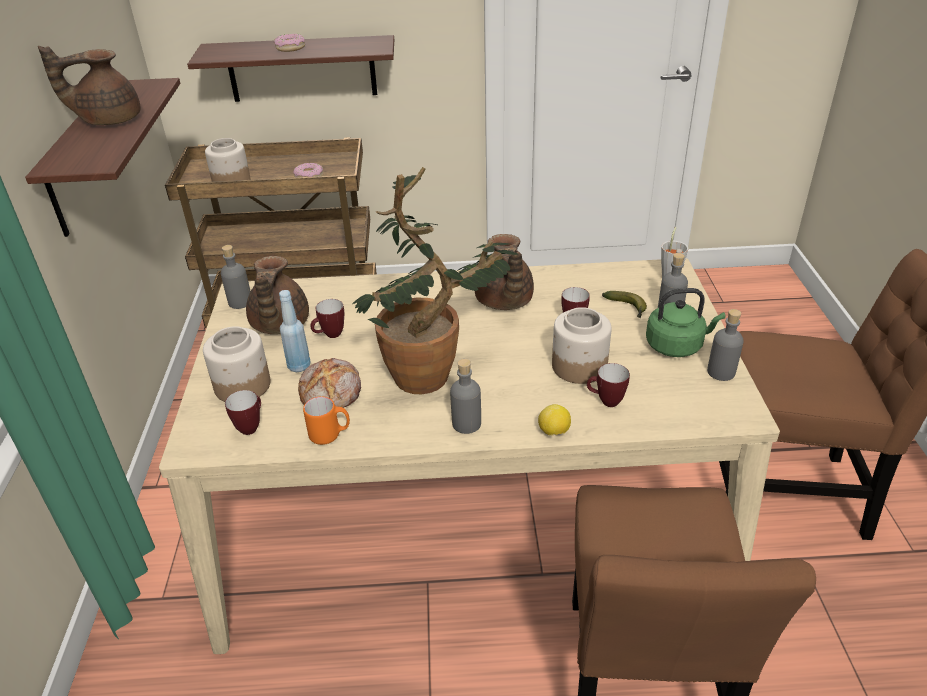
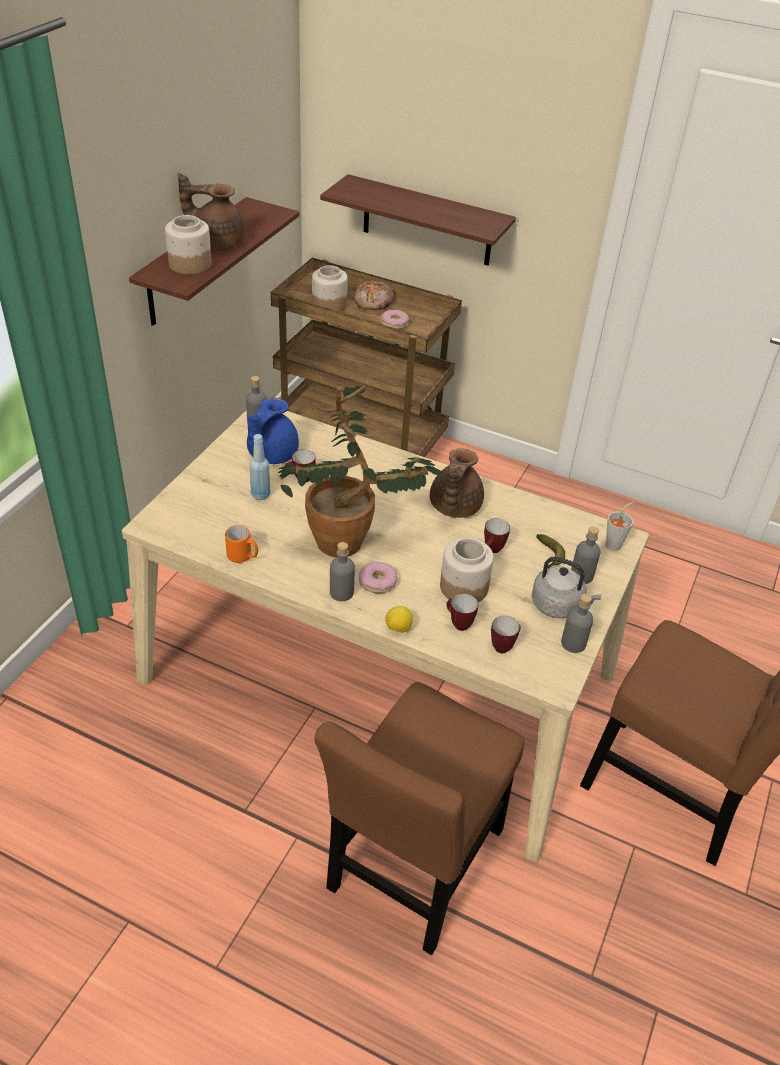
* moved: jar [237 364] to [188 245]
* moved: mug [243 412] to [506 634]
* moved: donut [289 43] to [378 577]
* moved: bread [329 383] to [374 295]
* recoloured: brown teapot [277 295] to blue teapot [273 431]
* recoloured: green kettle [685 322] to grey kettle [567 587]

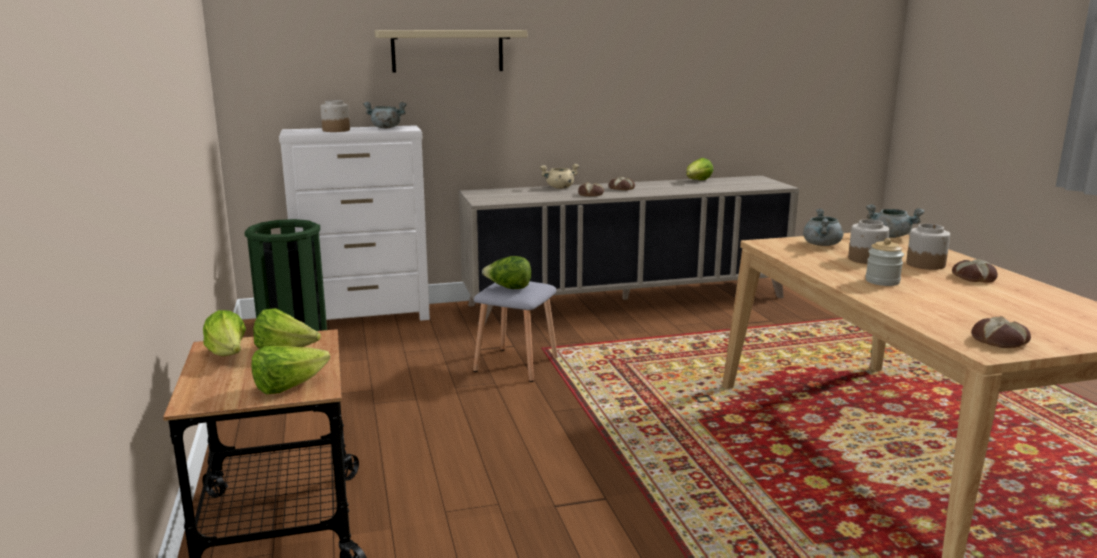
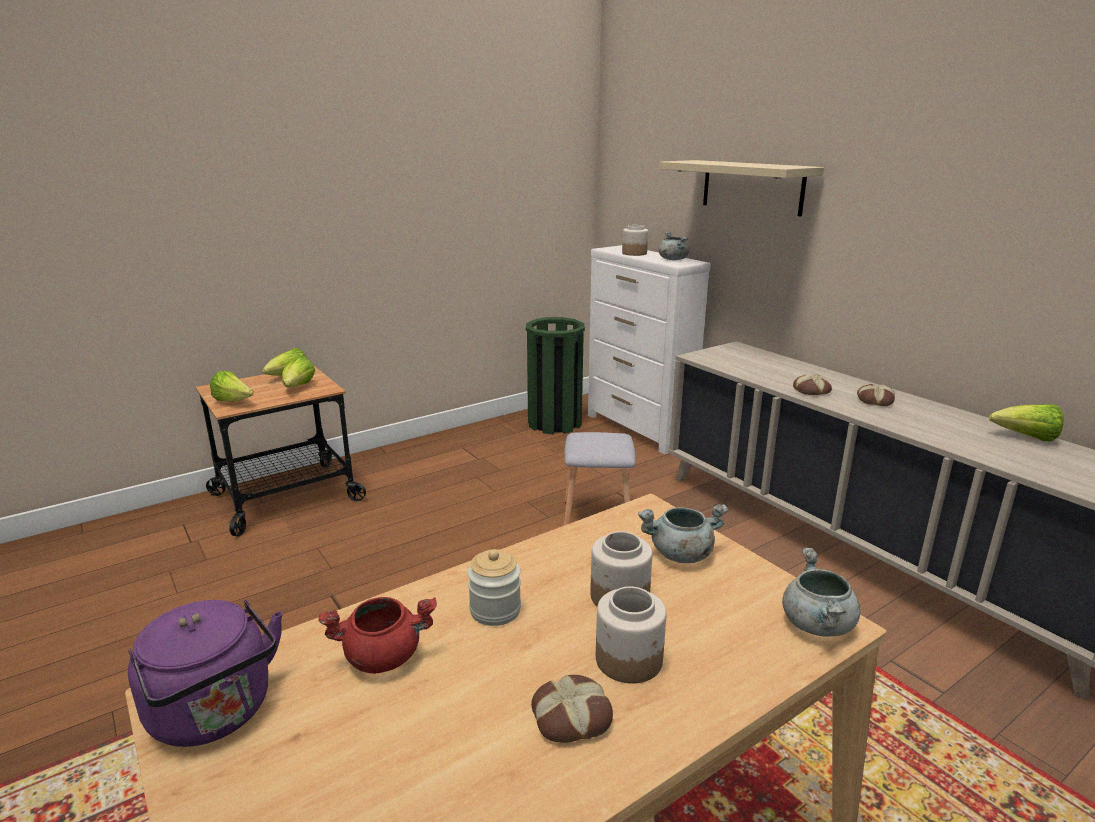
* removed: lettuce [506 272]
* removed: beige cooking pot [559 176]
* added: red cooking pot [377 635]
* replaced: bread [1001 332] to purple kettle [205 673]

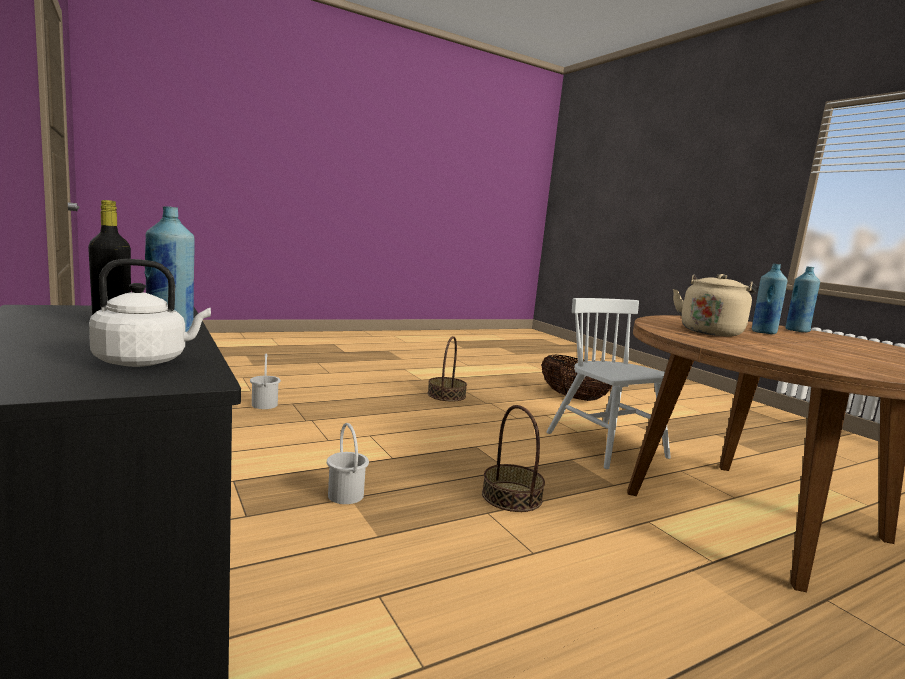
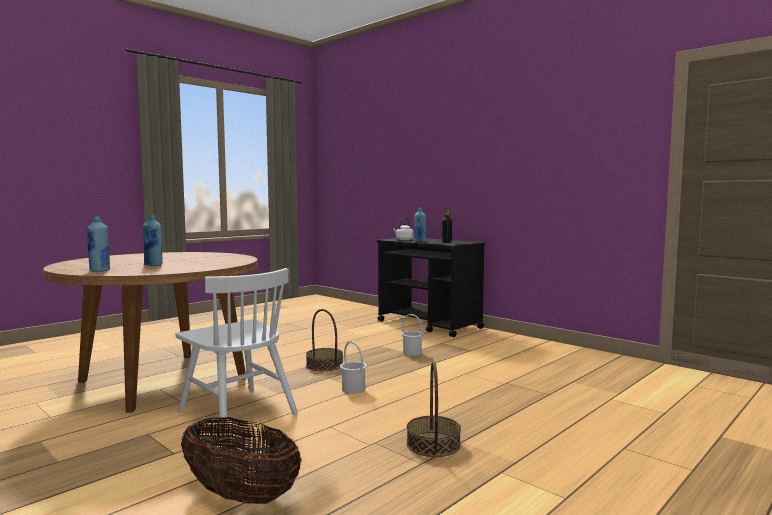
* removed: beige kettle [715 305]
* moved: white bucket [265 381] to [353 367]

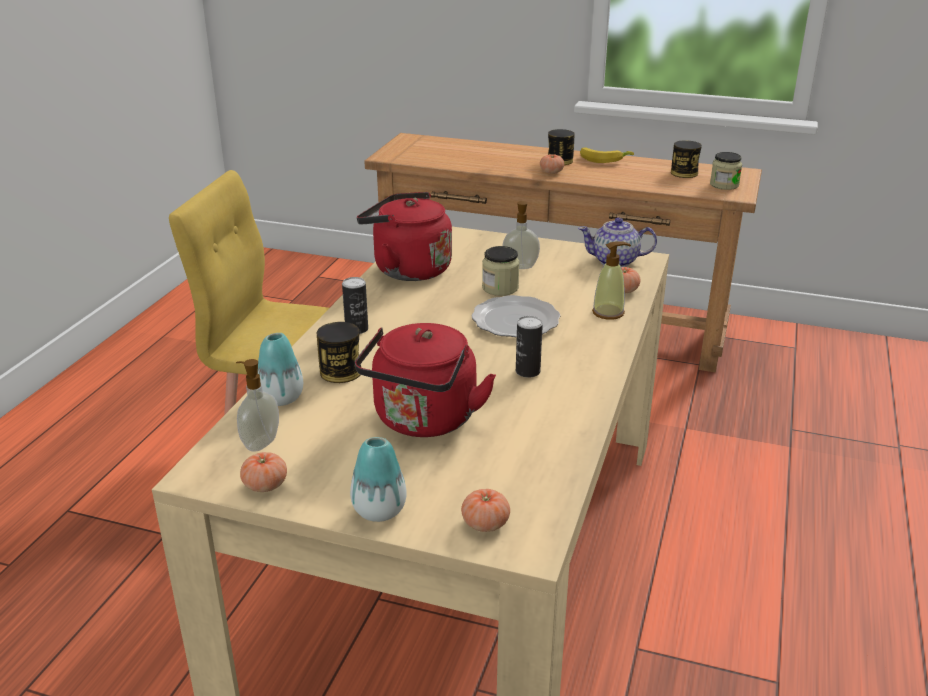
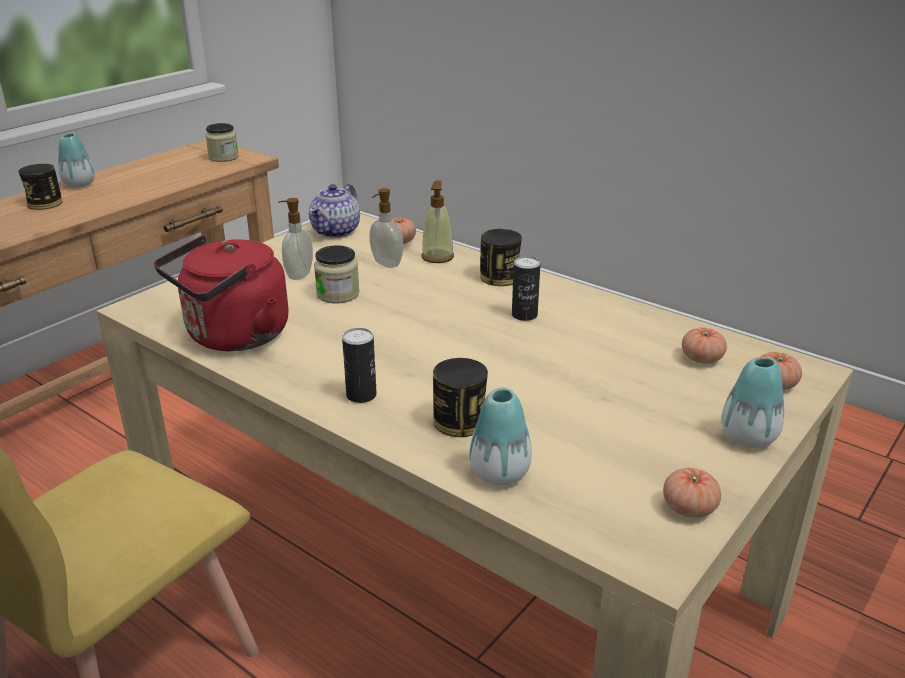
* removed: red kettle [425 380]
* removed: plate [515 316]
* moved: soap dispenser [257 405] to [386 228]
* moved: tomato [552 164] to [704 345]
* moved: can [686 159] to [501 257]
* replaced: banana [607 155] to vase [76 160]

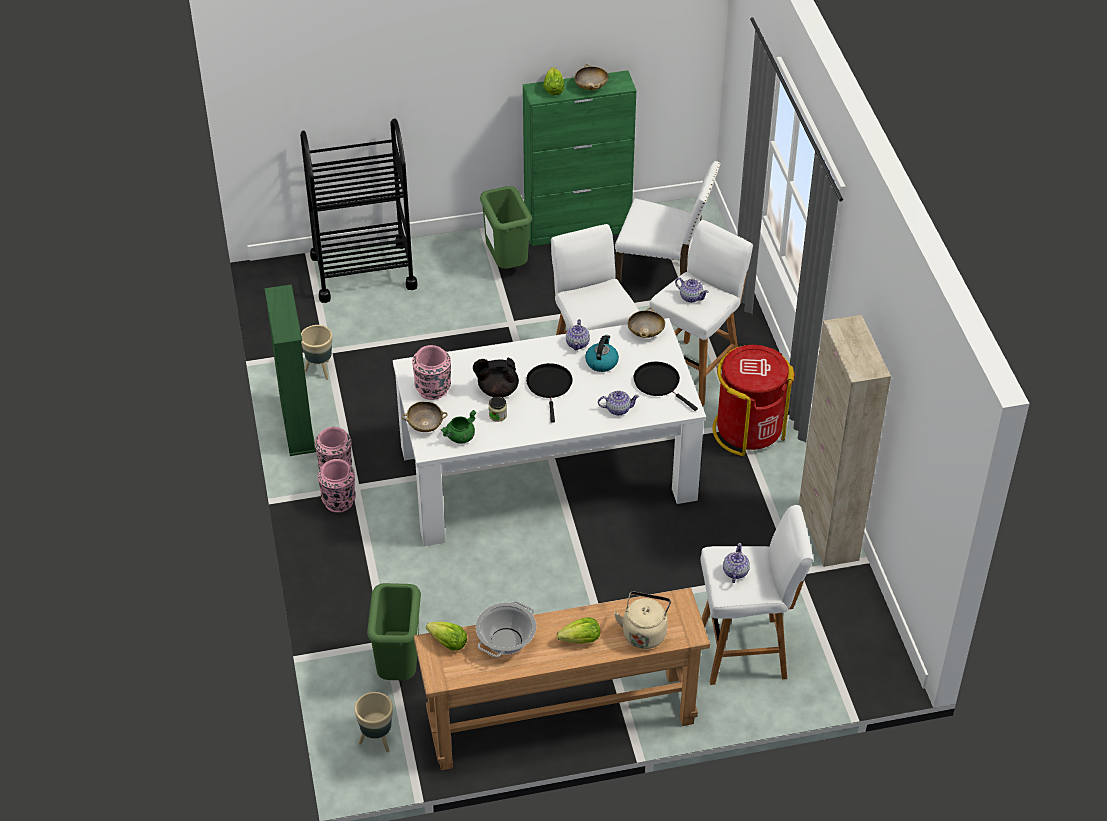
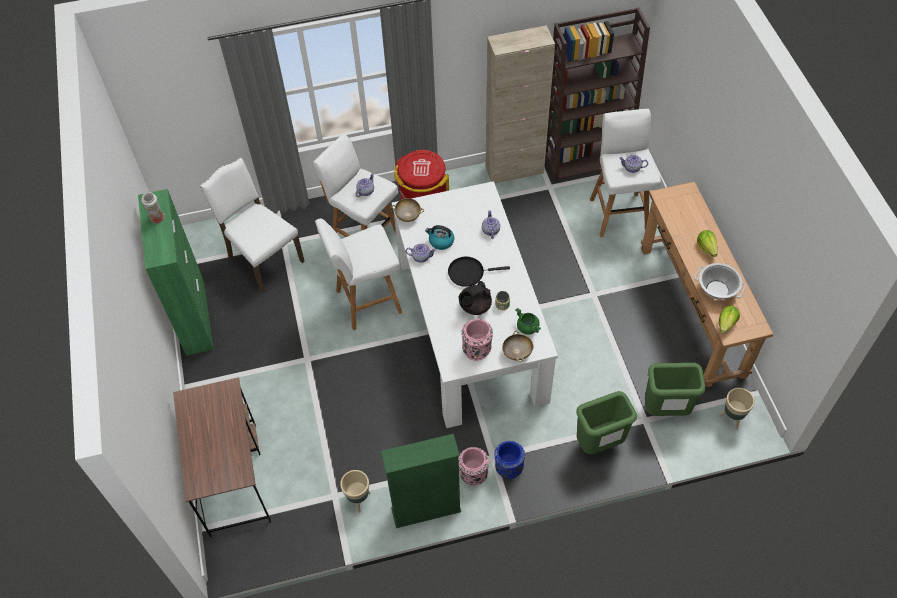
* removed: lettuce [553 81]
* removed: beige kettle [642 620]
* removed: black frying pan [666 386]
* added: brown bookcase [598 94]
* moved: green trash can [506 227] to [606 422]
* replaced: black cart [359 210] to brown desk [222 457]
* replaced: beige bowl [592 77] to white vase [153 207]
* recoloured: pink vase [337 486] to blue vase [509 460]
* turned: black teapot [496 377] = [475 298] 60 degrees clockwise
* turned: white chair [667 222] = [252 226] 60 degrees counterclockwise

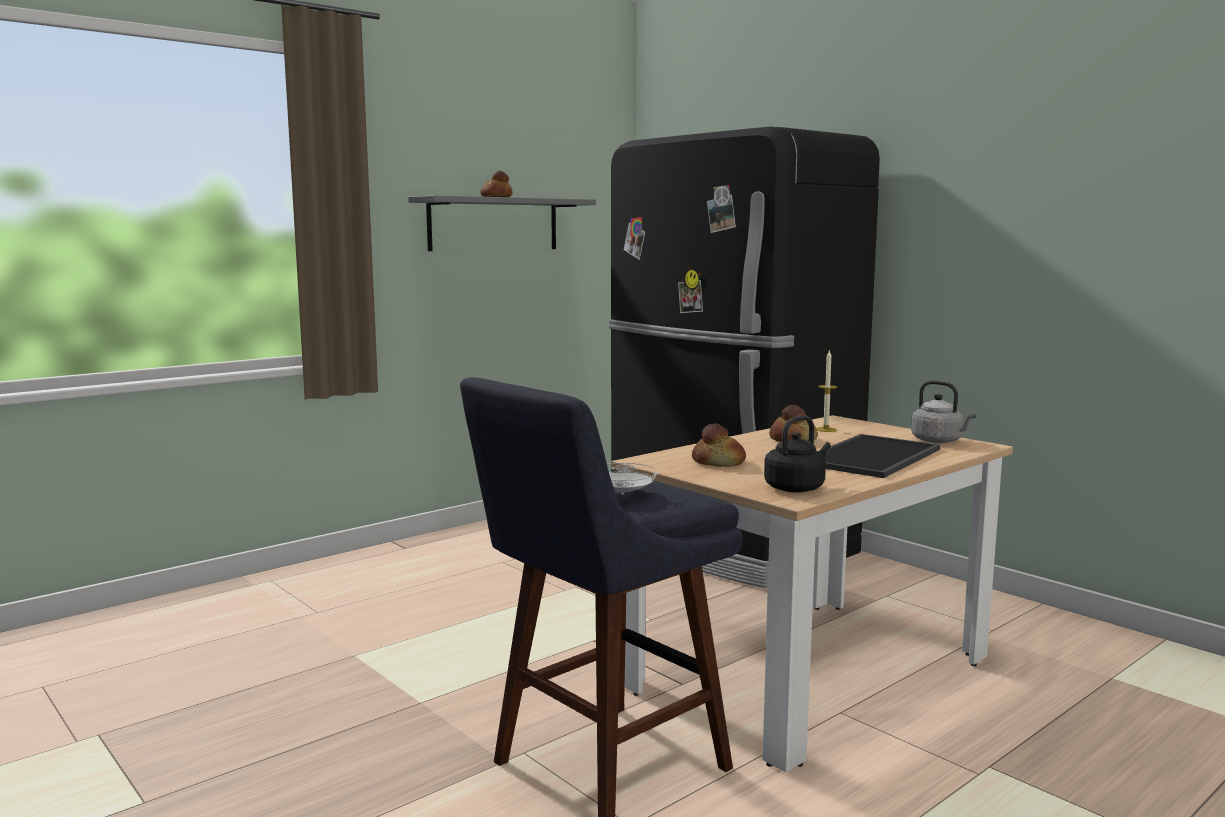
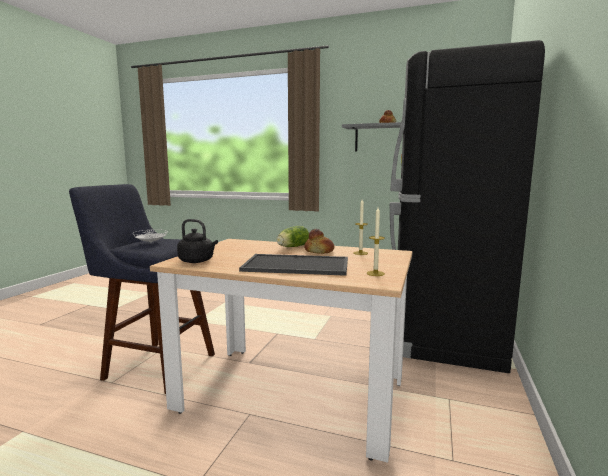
* removed: bread [719 445]
* added: lettuce [292 236]
* replaced: grey kettle [944 412] to candle [376 242]

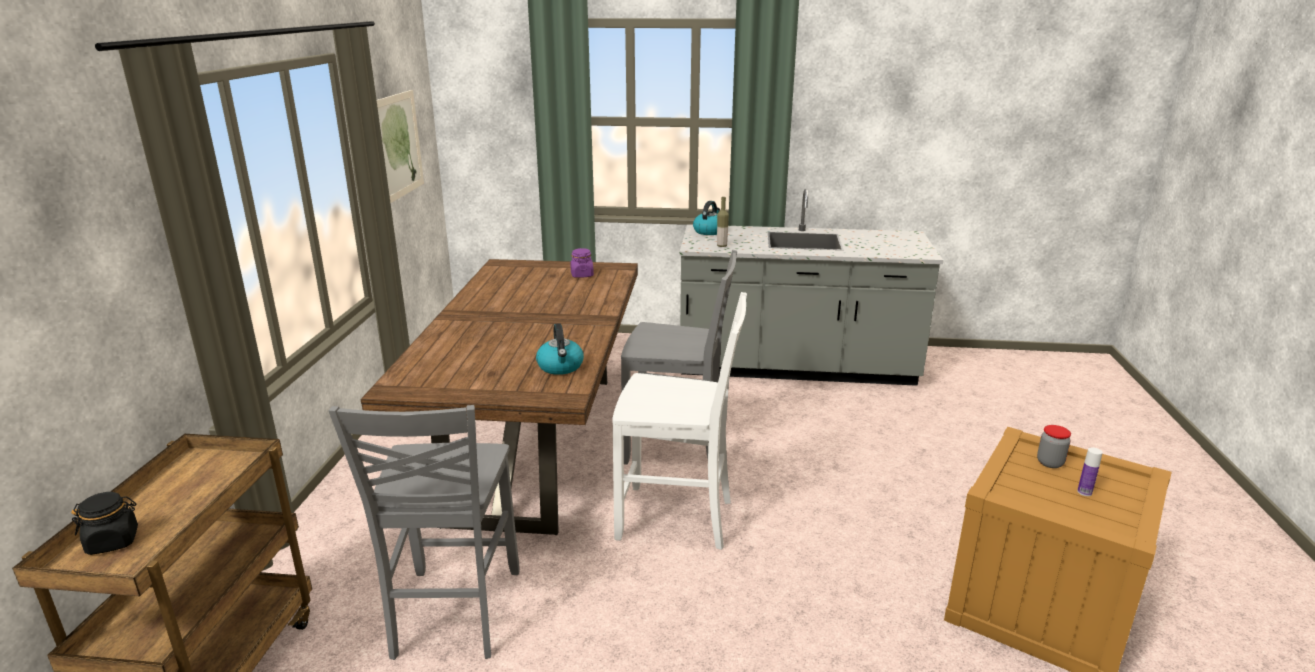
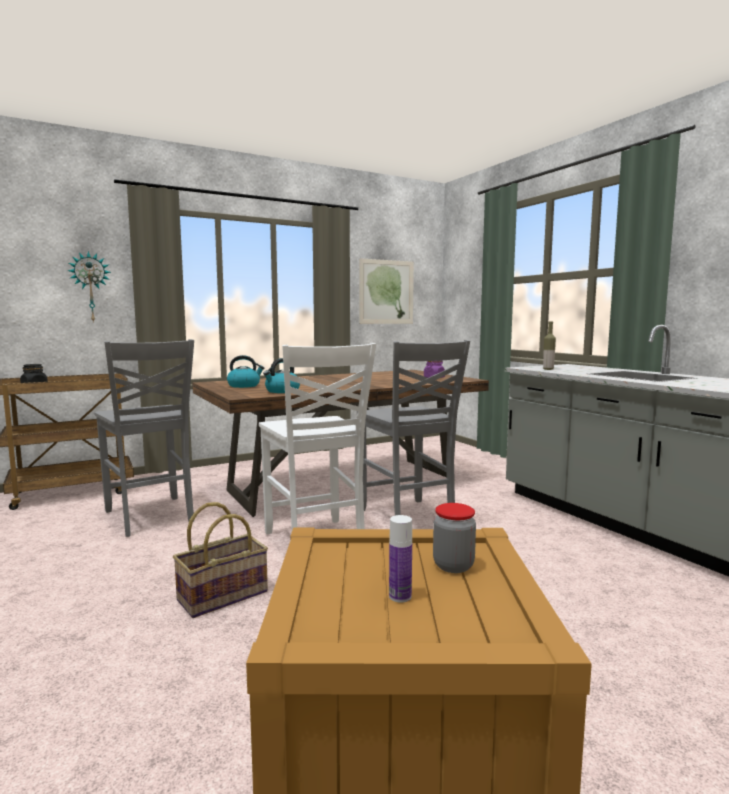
* added: wall clock [89 287]
* added: basket [220 560]
* moved: kettle [706 218] to [245 371]
* turned: grey chair [424 532] = [144 438] 90 degrees counterclockwise

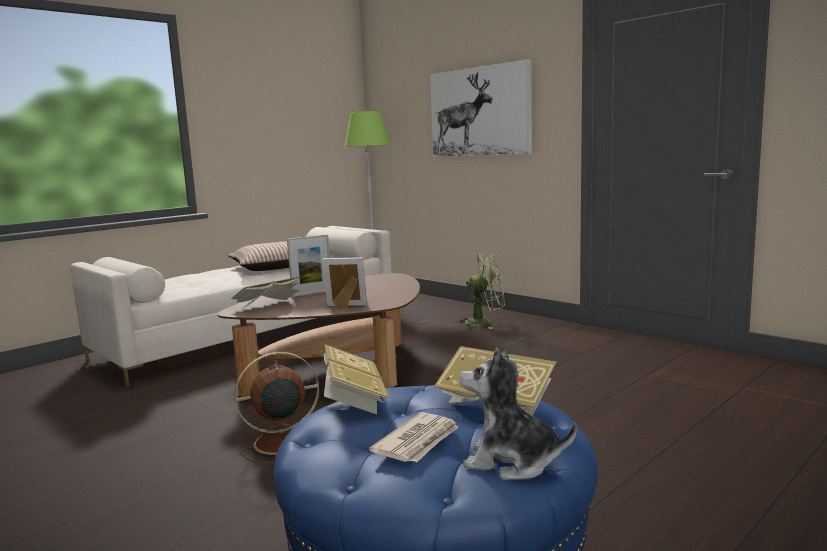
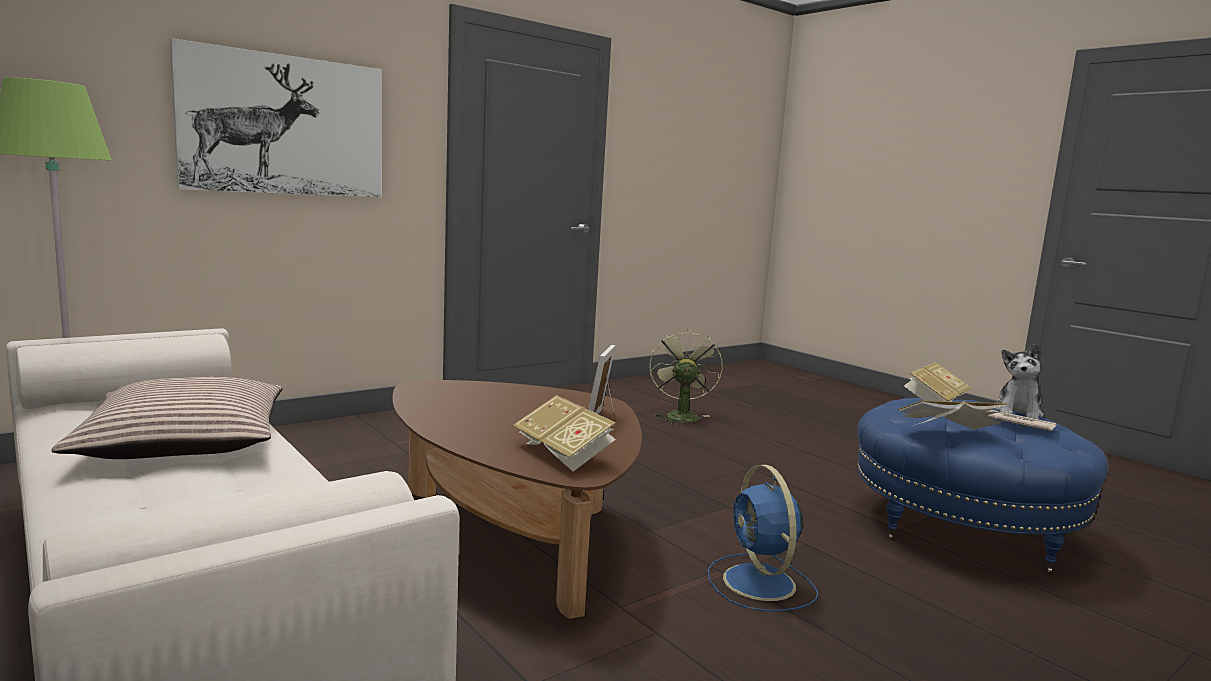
* removed: picture frame [308 265]
* moved: green fan [480 290] to [686 377]
* recoloured: brown fan [276 408] to blue fan [762 538]

